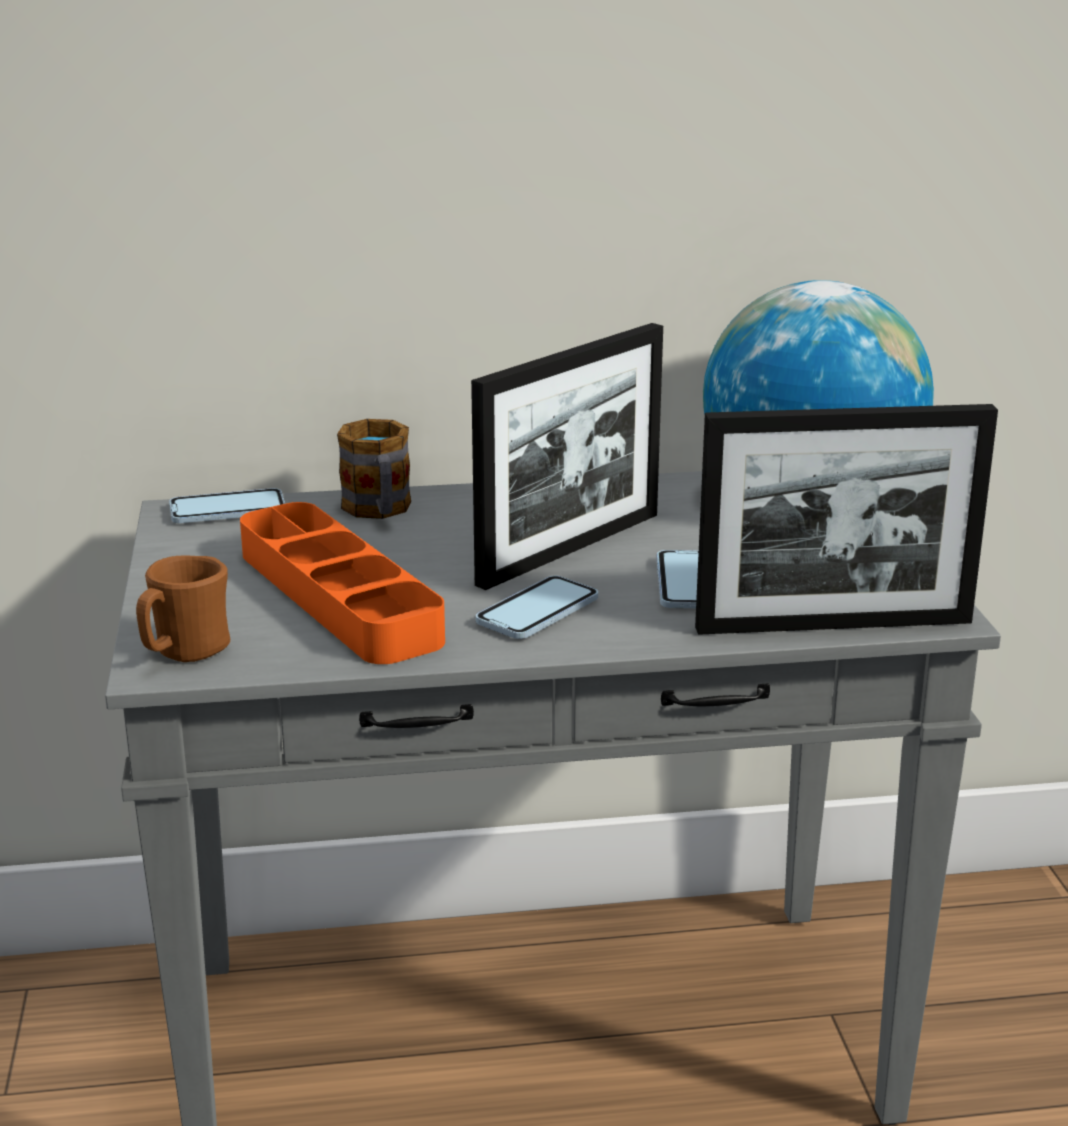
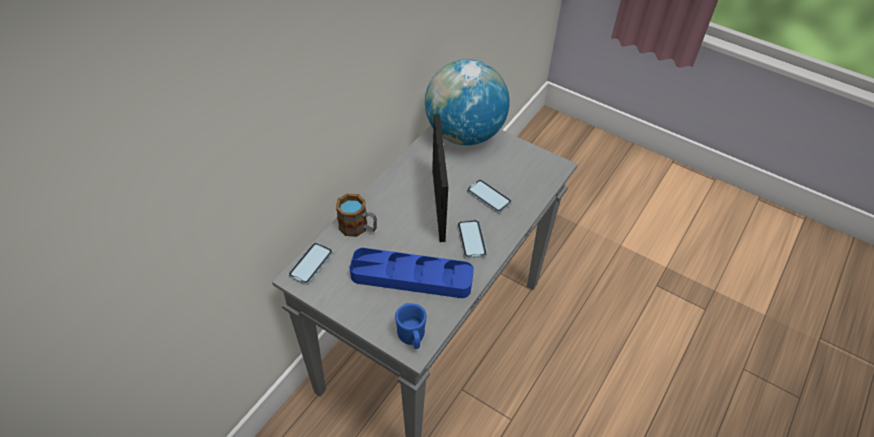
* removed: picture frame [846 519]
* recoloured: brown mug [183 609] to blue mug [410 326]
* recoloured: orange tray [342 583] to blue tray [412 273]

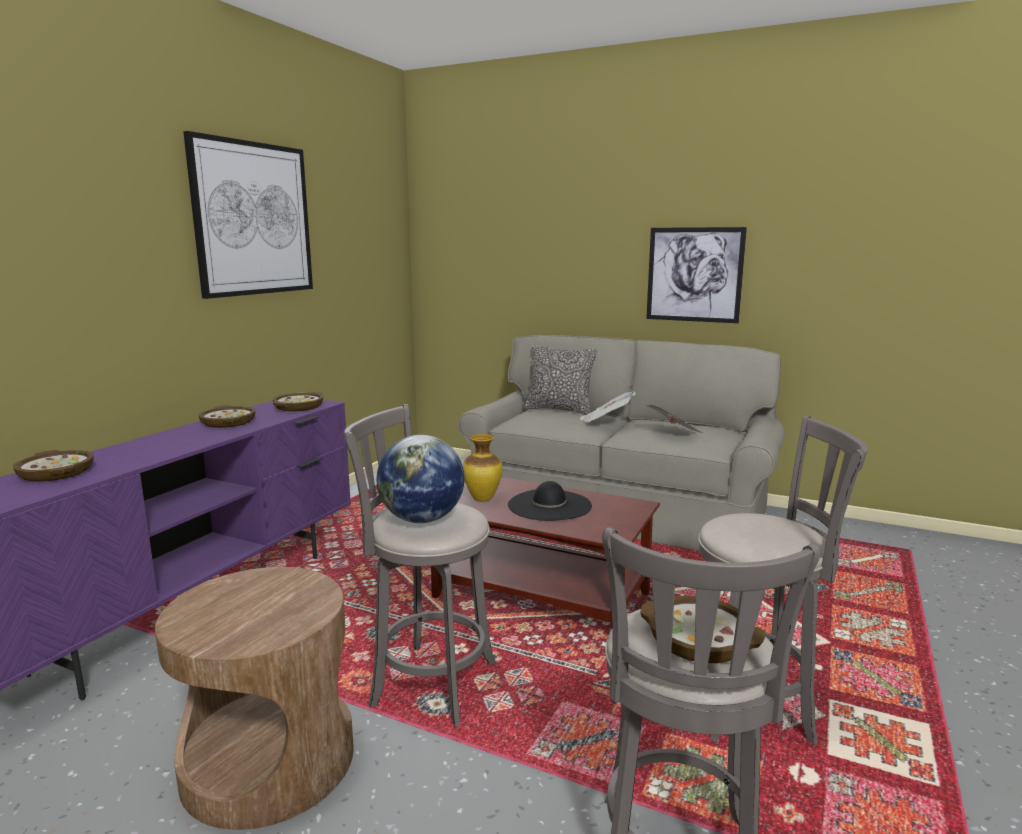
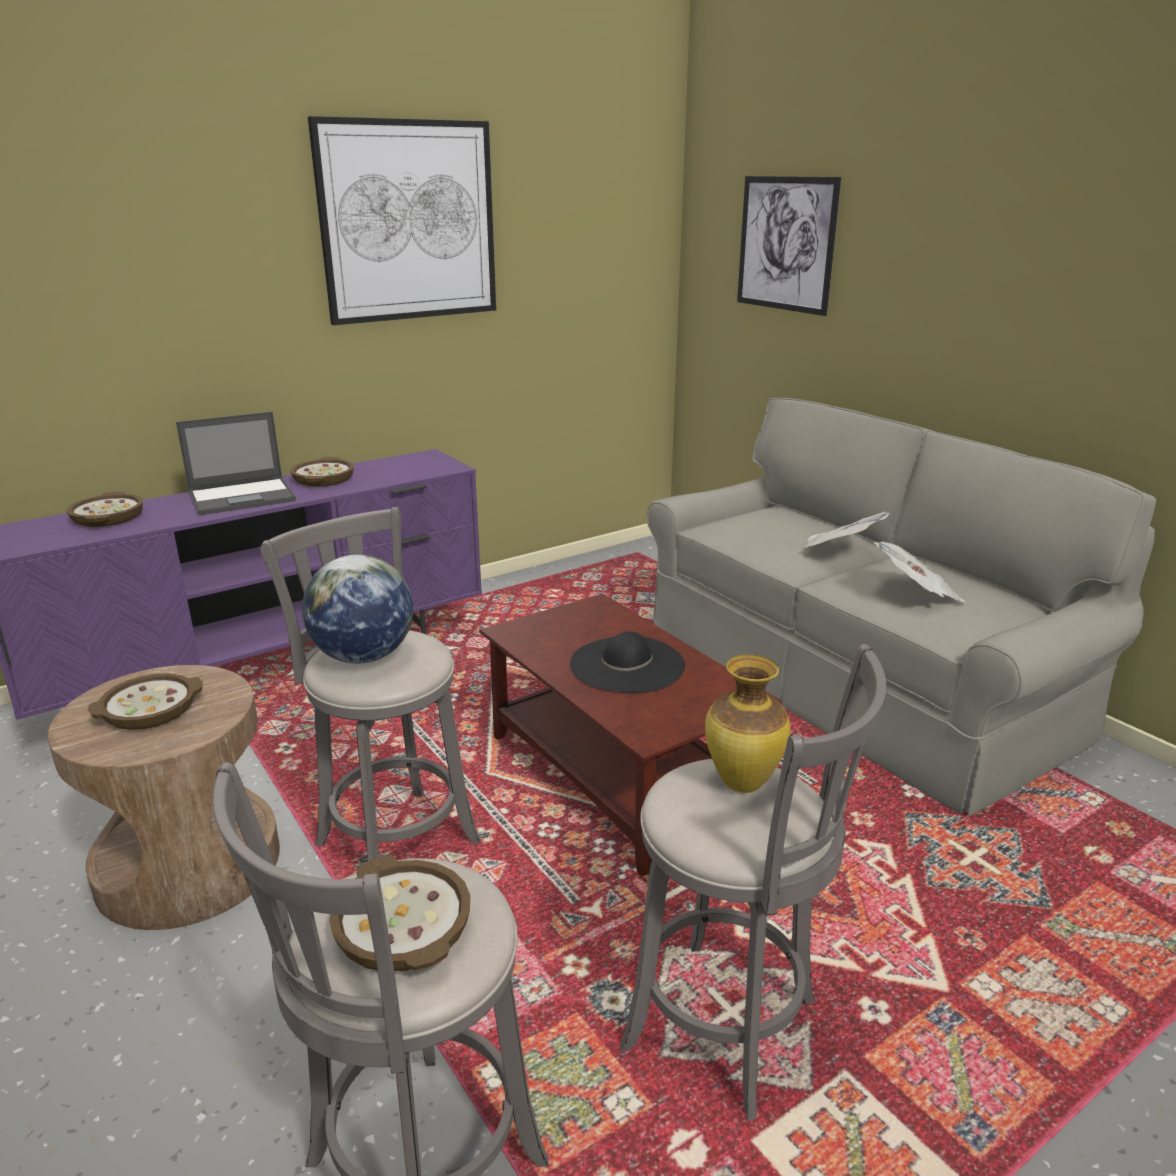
* removed: pillow [560 380]
* added: laptop [236 463]
* moved: bowl [298 401] to [145 701]
* moved: vase [482 468] to [747 723]
* moved: picture [696 275] to [789 246]

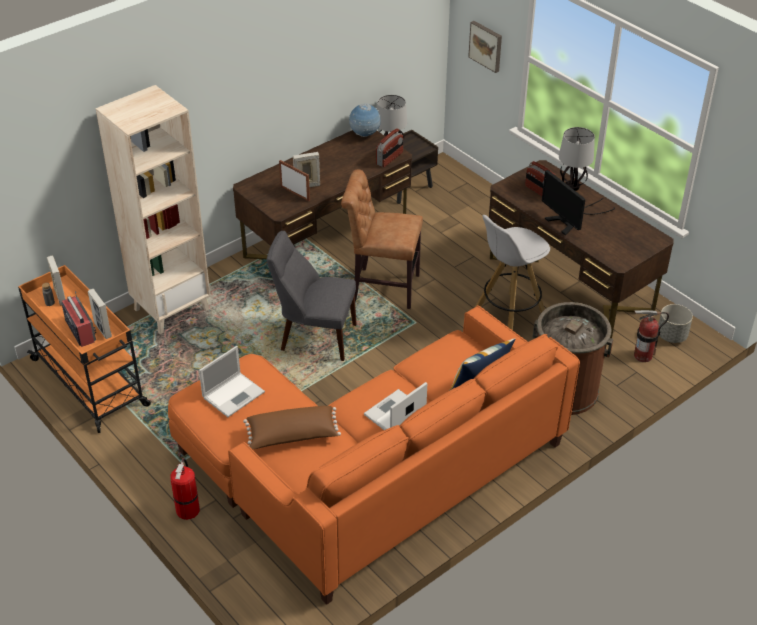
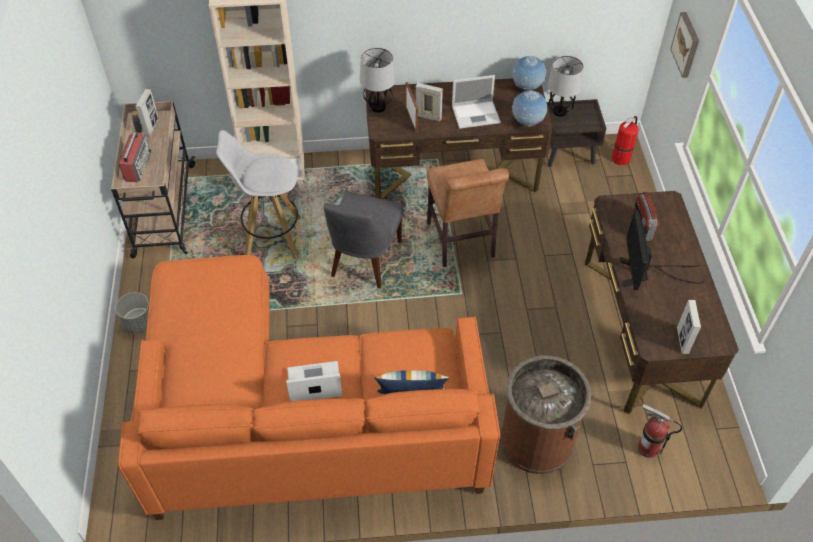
* removed: brown pillow [292 428]
* moved: picture frame [100 314] to [689 327]
* moved: fire extinguisher [185 489] to [625 141]
* moved: laptop [232 381] to [476 102]
* moved: white stool [512 272] to [258 195]
* moved: table lamp [577 159] to [378 80]
* moved: grey planter [675 323] to [132 313]
* replaced: radio [389 147] to globe [529 108]
* recoloured: orange cart [84 349] to beige cart [153 179]
* turned: grey chair [311 296] = [364 240] 120 degrees counterclockwise
* turned: brown chair [382 239] = [468 213] 150 degrees counterclockwise

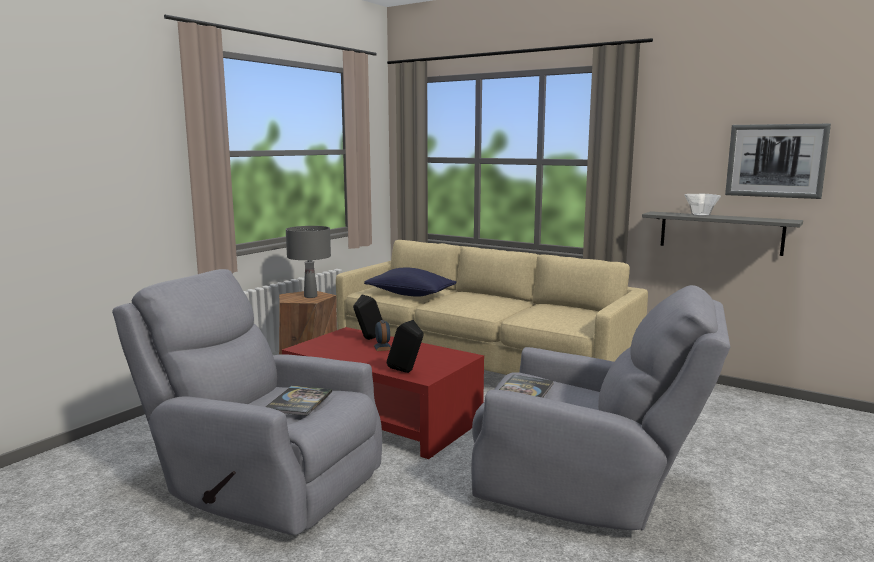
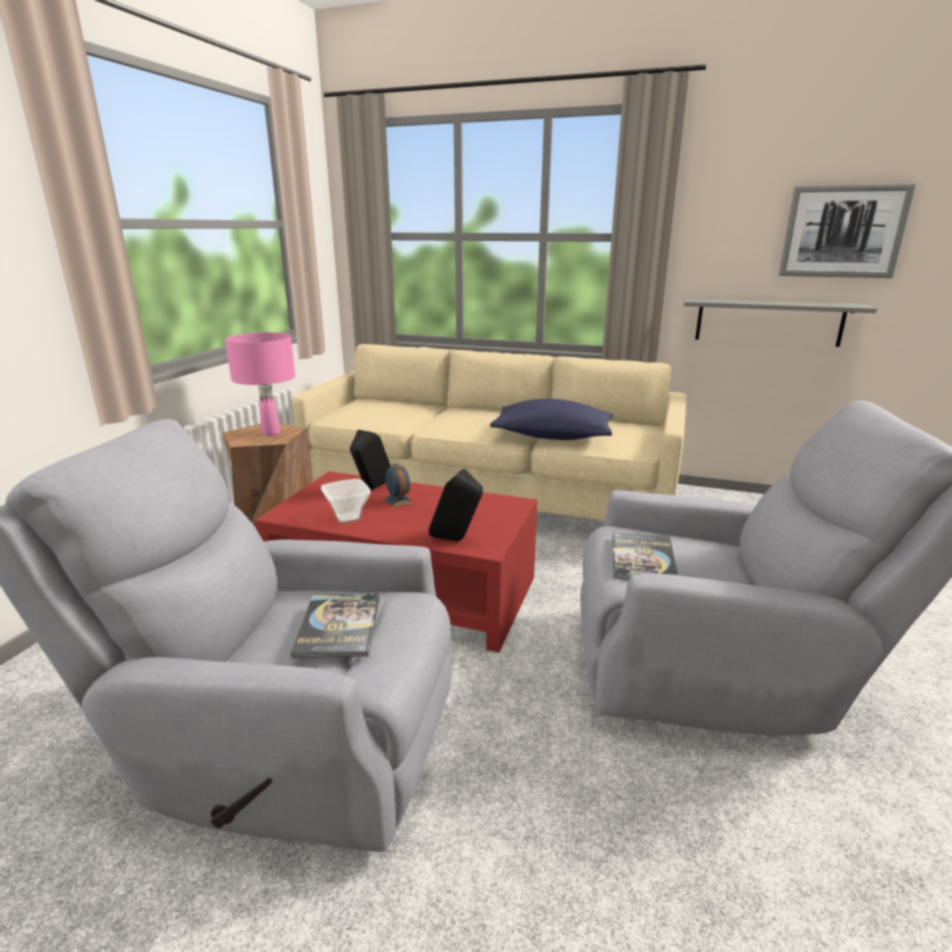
* moved: blue pillow [410 281] to [551 419]
* moved: bowl [702 205] to [346 501]
* recoloured: grey table lamp [308 262] to pink table lamp [260 384]

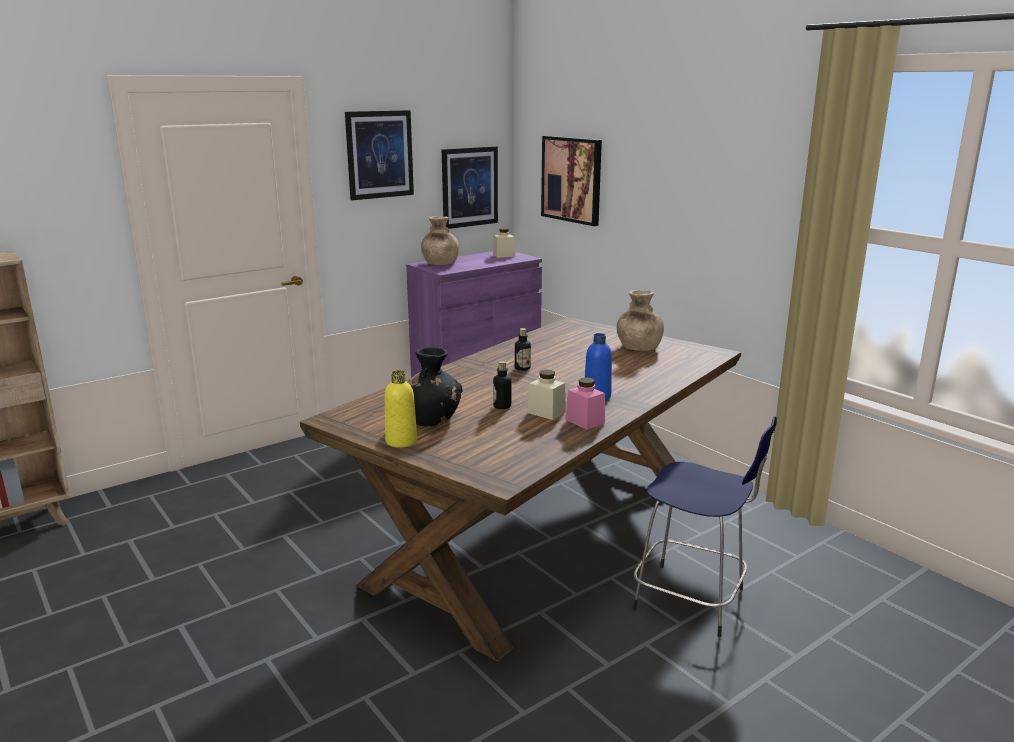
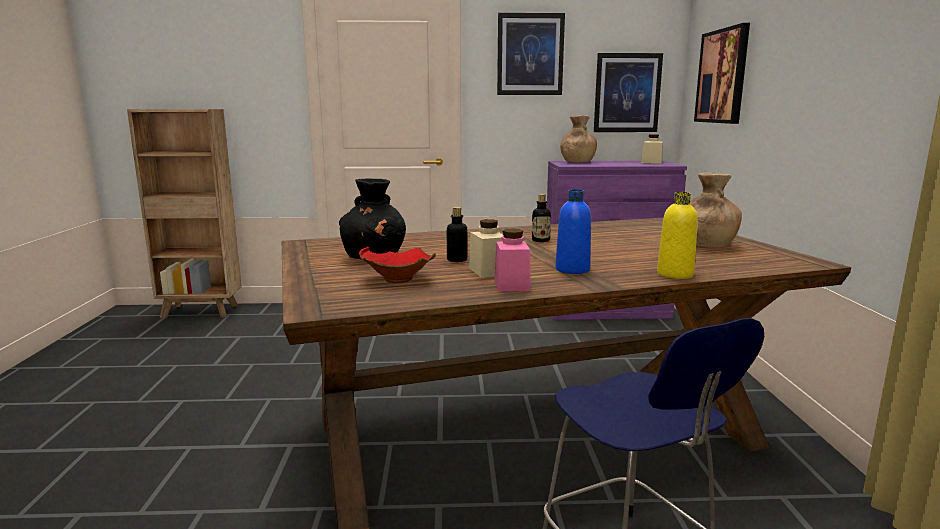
* added: red bowl [397 265]
* moved: yellow bottle [401 408] to [677 235]

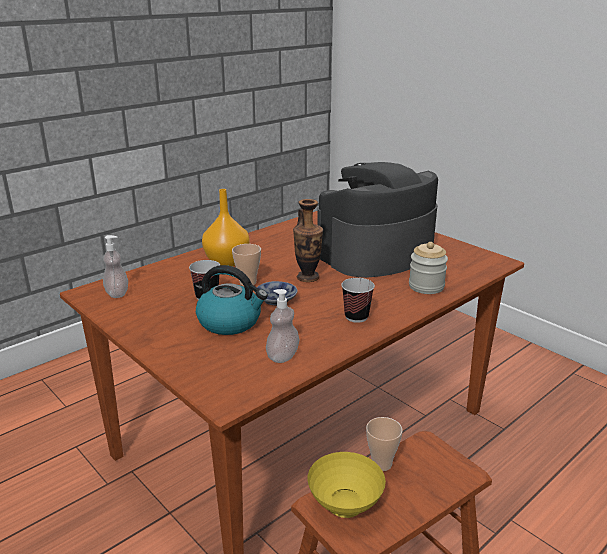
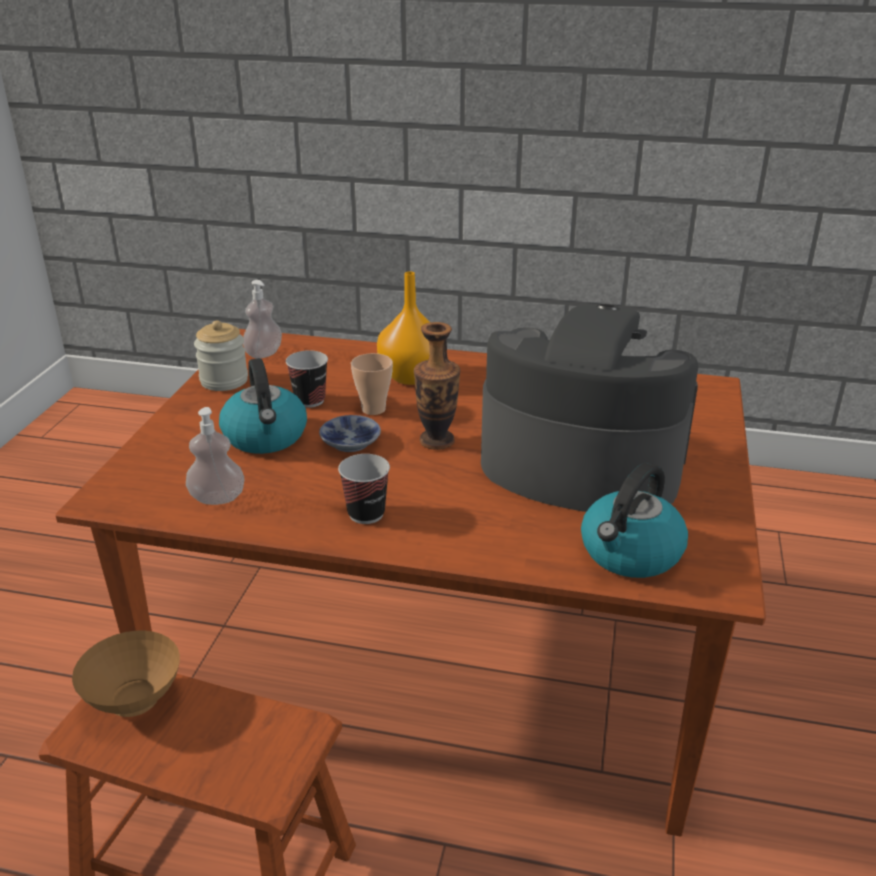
* removed: cup [384 444]
* added: kettle [634 520]
* moved: jar [428 268] to [221 355]
* recoloured: yellow bowl [347 485] to brown bowl [126 674]

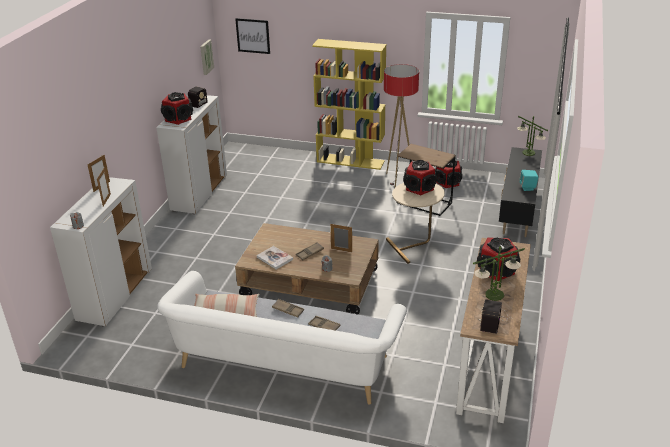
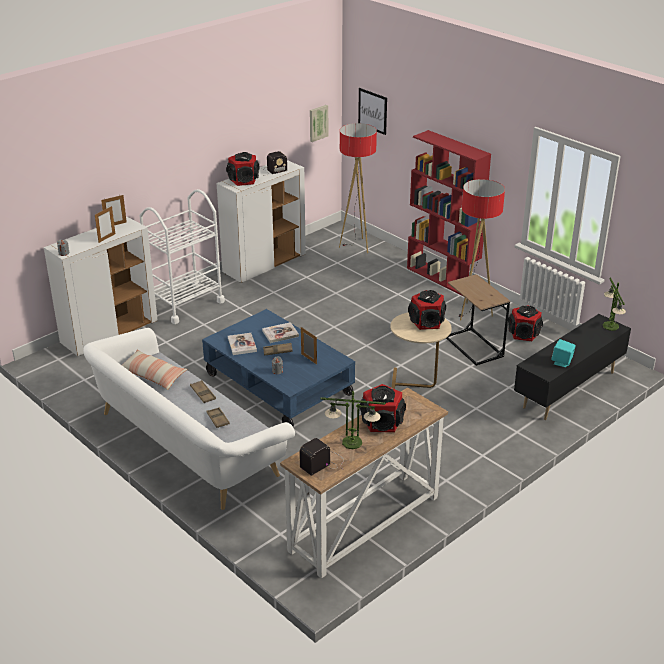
* added: white cart [182 256]
* added: book [280 332]
* added: floor lamp [358 188]
* recoloured: brown coffee table [307 269] to blue coffee table [278 368]
* recoloured: yellow bookcase [349 104] to red bookcase [449 213]

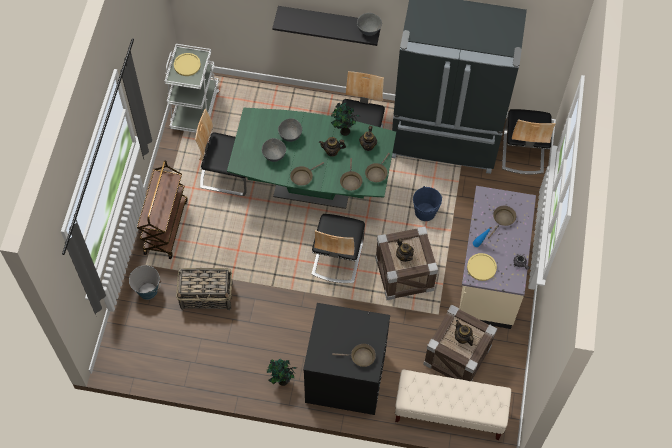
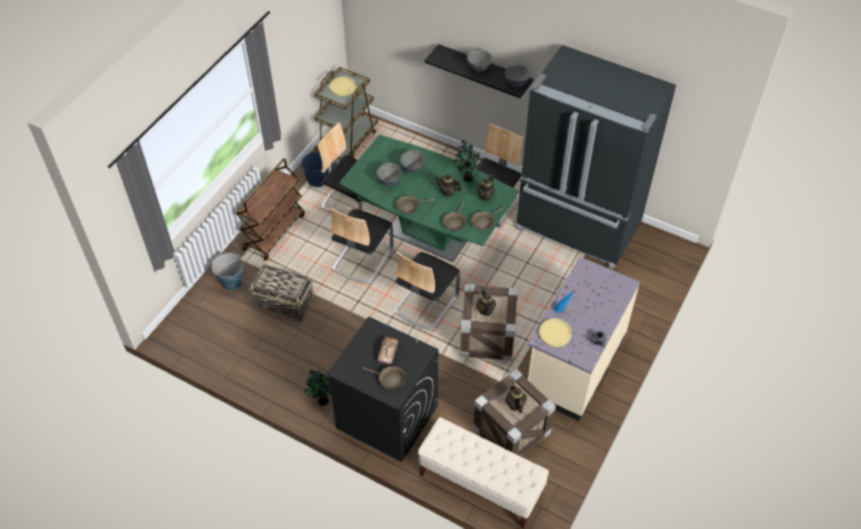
* removed: brown frying pan [502 222]
* added: bread [388 351]
* added: grey bowl [479 60]
* moved: blue bucket [427 203] to [315 169]
* moved: chair [528 141] to [361 245]
* recoloured: white cart [192 88] to brown cart [346 113]

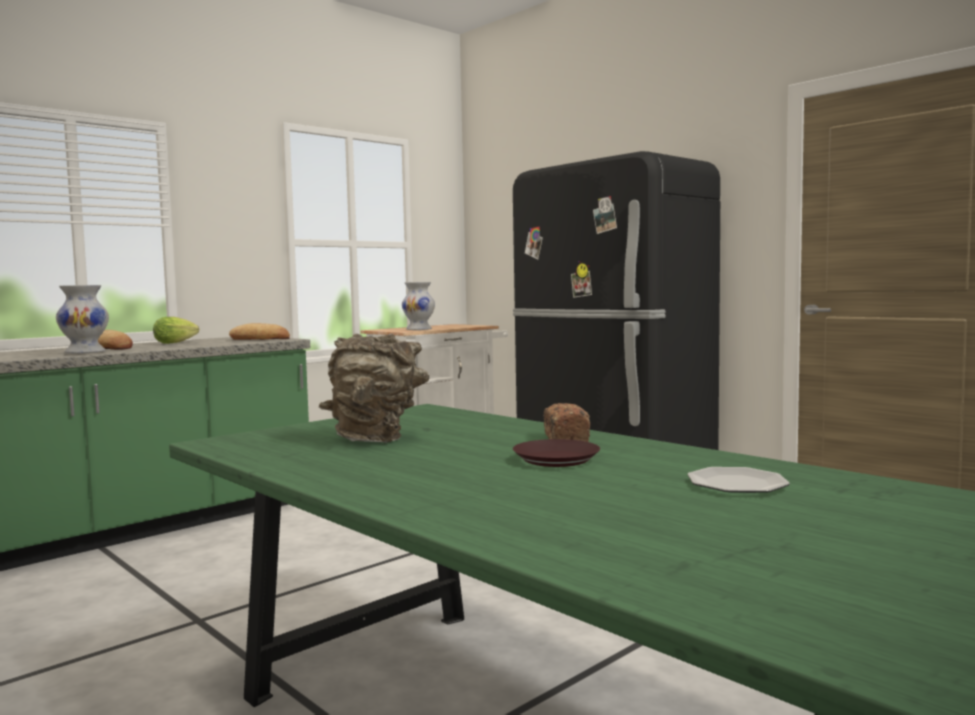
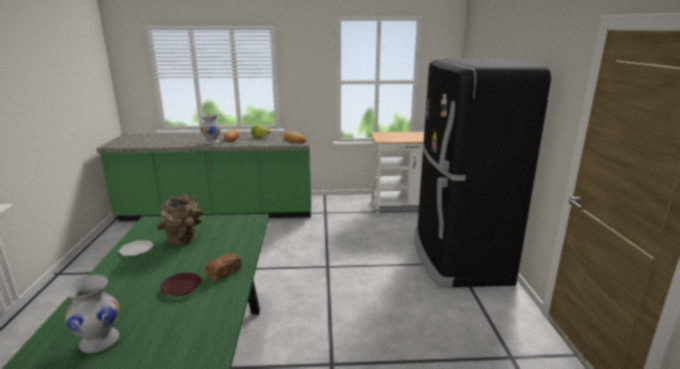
* moved: white vase [418 306] to [92 314]
* moved: plate [738 480] to [136 248]

